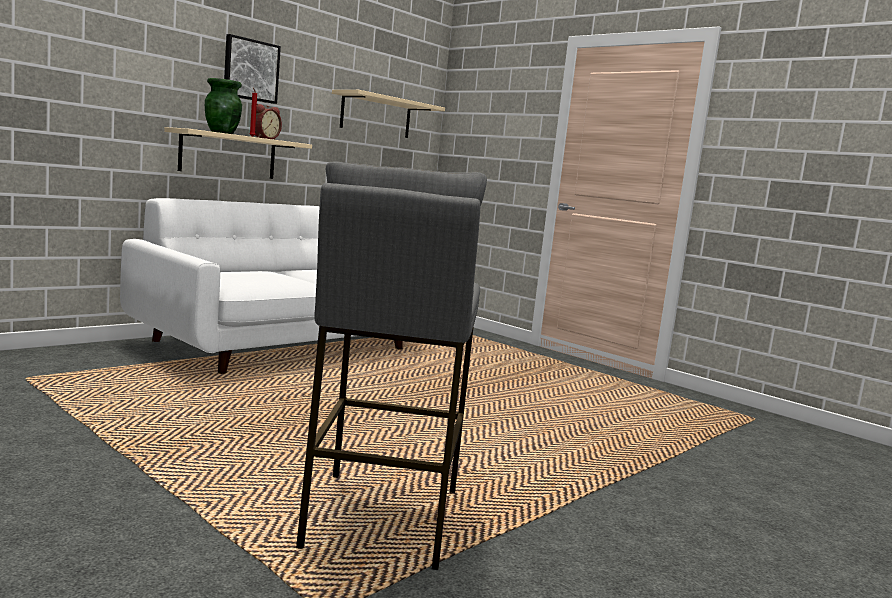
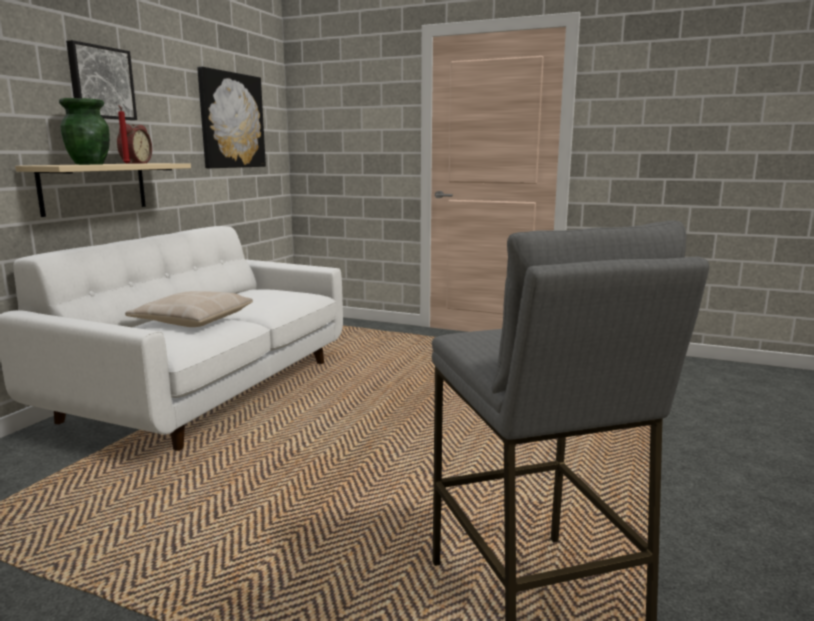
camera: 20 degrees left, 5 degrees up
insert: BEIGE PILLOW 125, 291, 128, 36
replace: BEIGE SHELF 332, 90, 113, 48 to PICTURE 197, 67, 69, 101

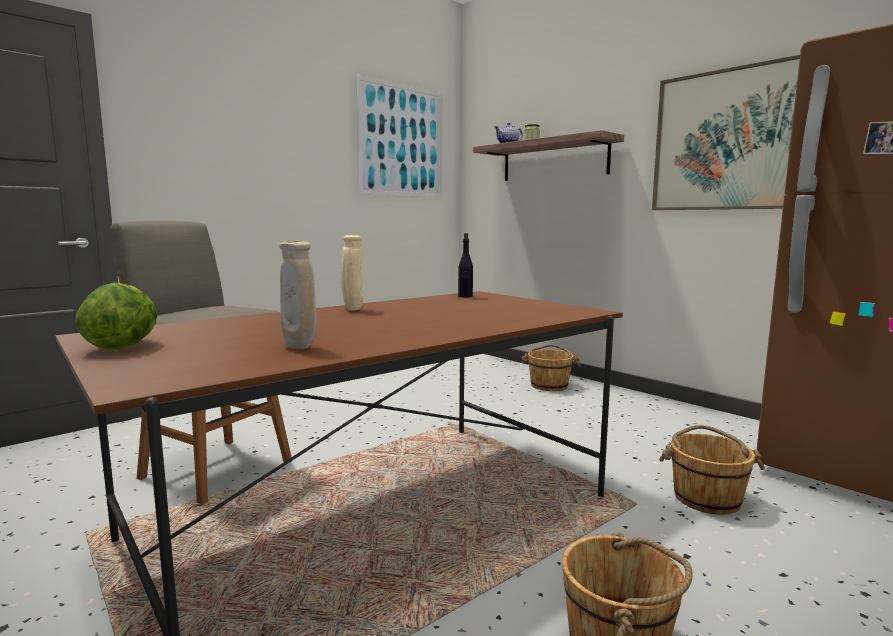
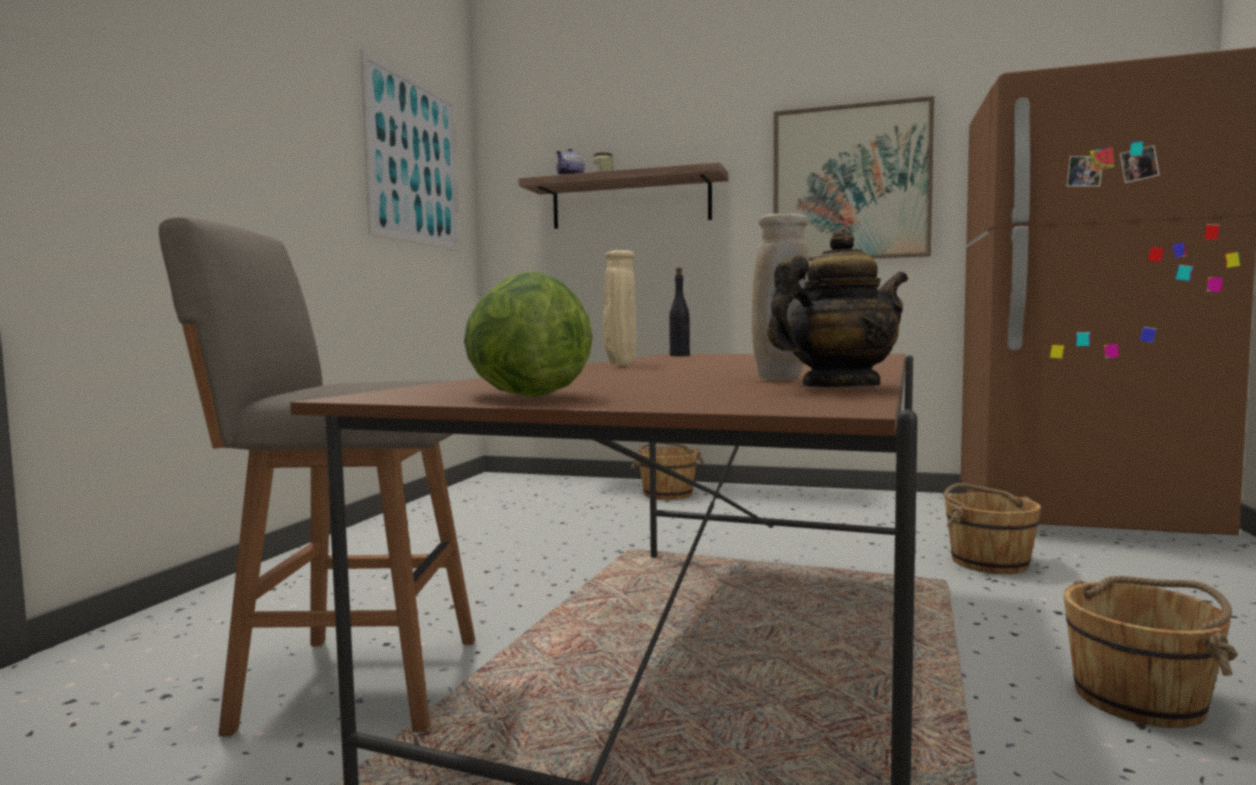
camera: 30 degrees left, 5 degrees down
insert: TEAPOT 767, 229, 141, 158

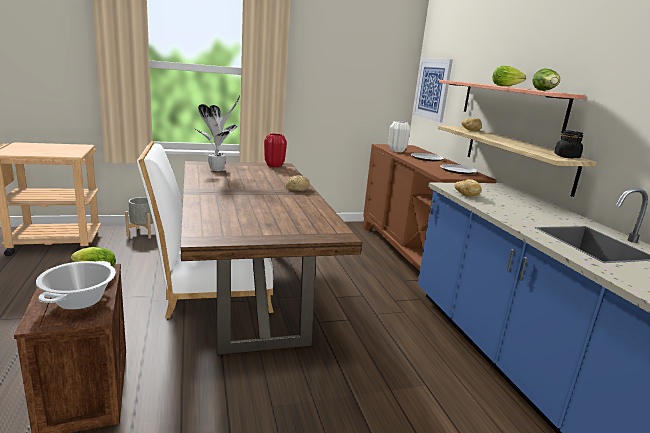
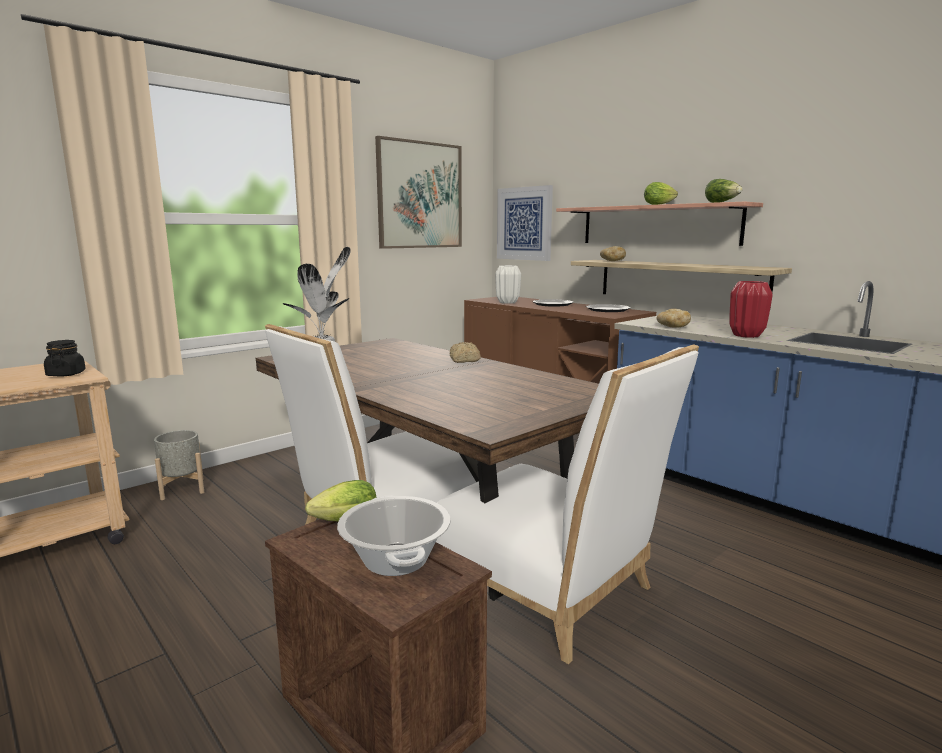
camera: 25 degrees left, 5 degrees down
insert: PICTURE 375, 136, 87, 113; WHITE CHAIR 436, 344, 263, 320
move: BLACK JAR 554, 130, 29, 28 to 44, 340, 42, 37; RED VASE 264, 133, 23, 34 to 729, 281, 44, 57

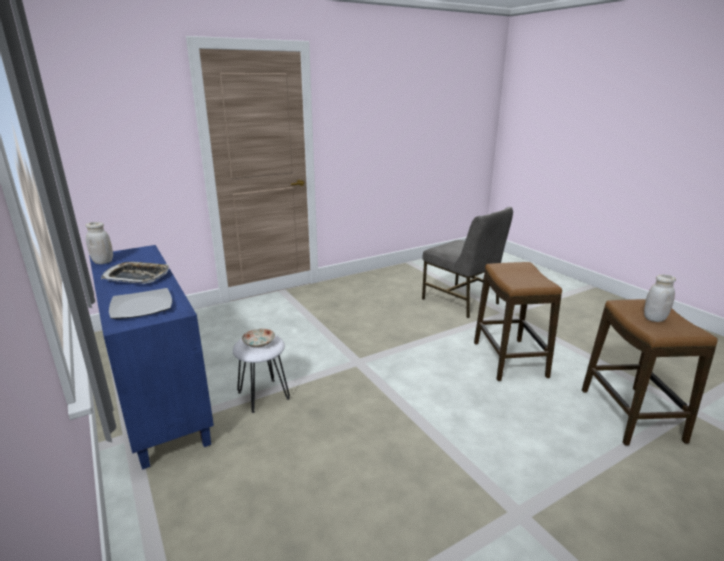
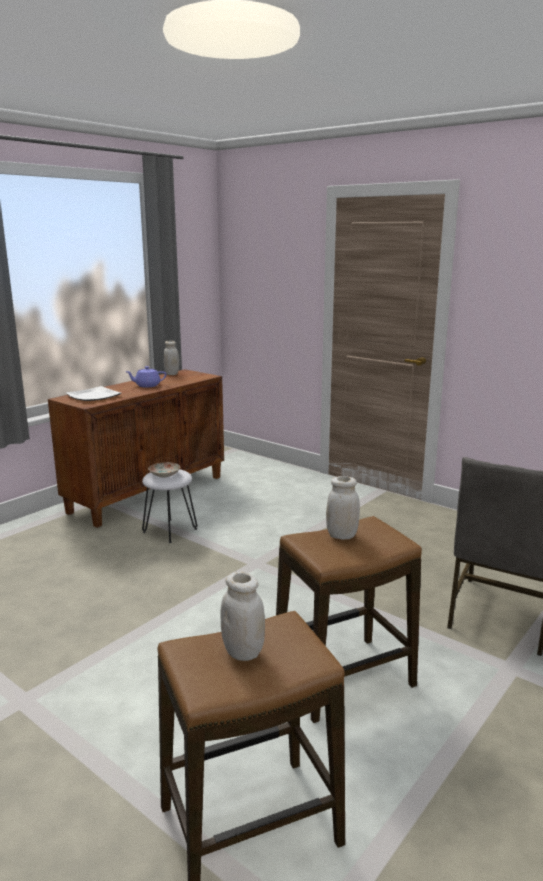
camera: 70 degrees right, 5 degrees down
insert: WHITE JAR 326, 476, 34, 64
replace: TRAY 101, 262, 68, 22 to PURPLE TEAPOT 125, 366, 42, 21
recolor: BLUE CABINET 89, 245, 125, 225 to BROWN CABINET 48, 369, 176, 159

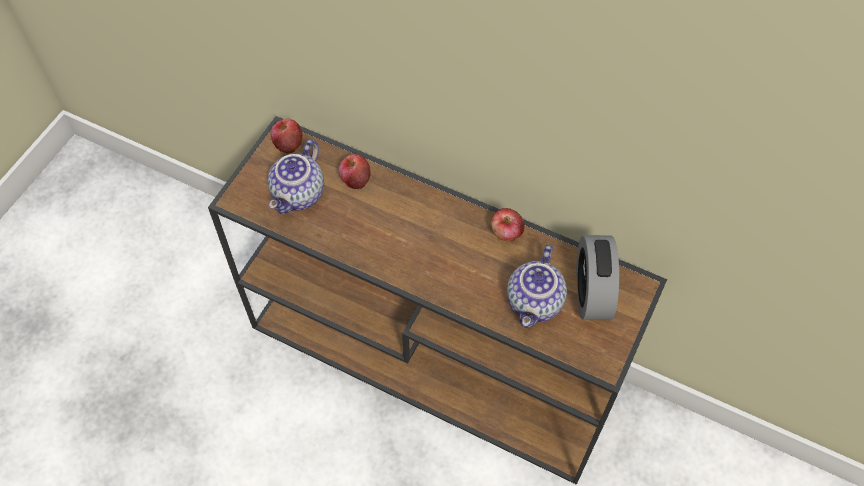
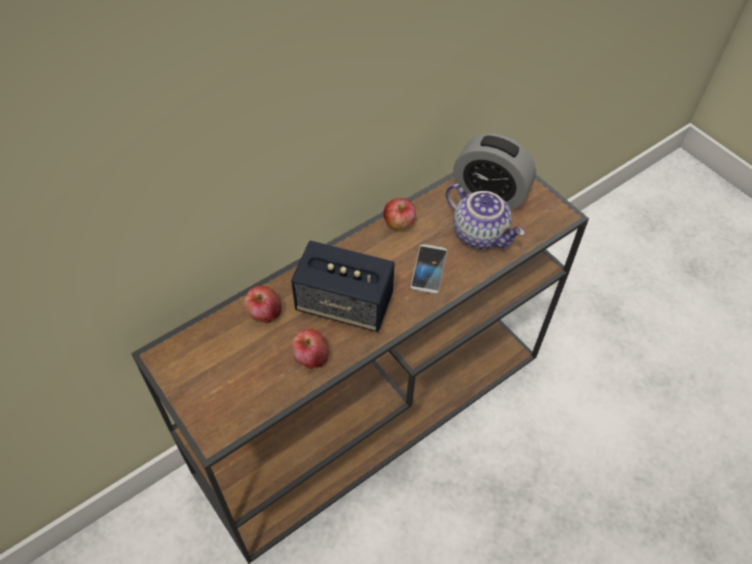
camera: 65 degrees left, 5 degrees down
delete: TEAPOT 268, 140, 56, 74
insert: SPEAKER 291, 241, 104, 91; PHONE 410, 244, 37, 50
move: APPLE 271, 119, 31, 35 to 291, 329, 38, 40

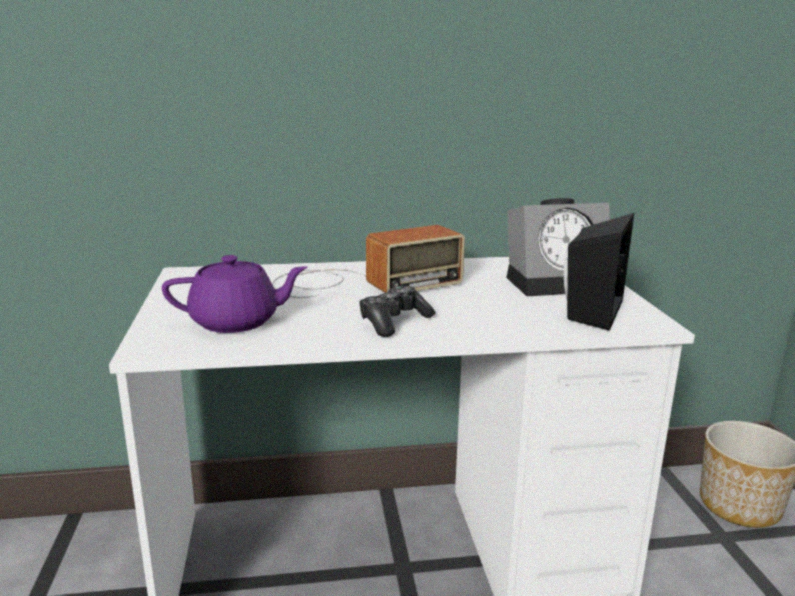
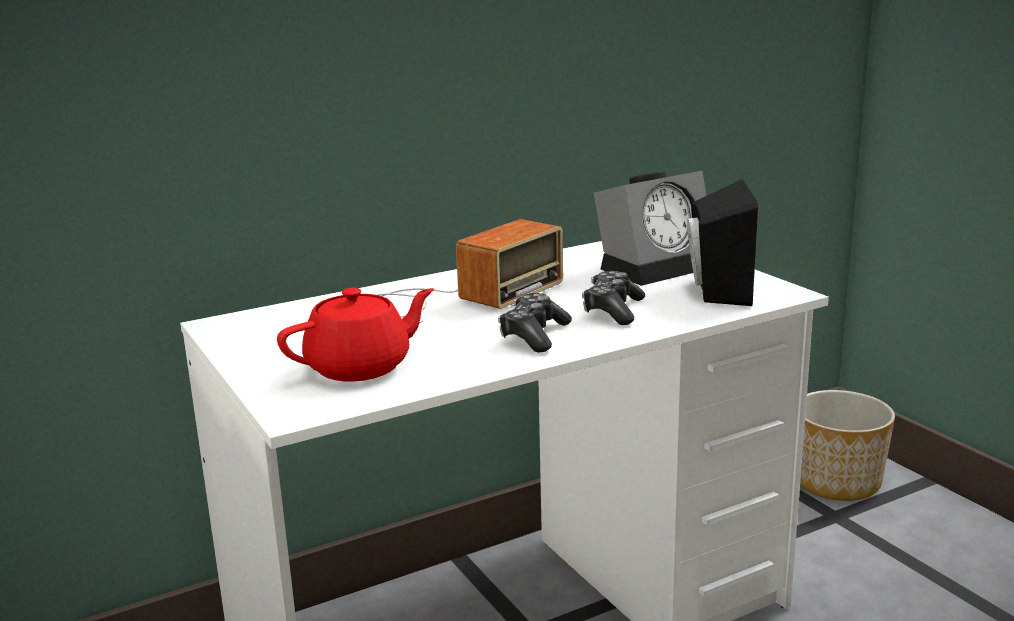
camera: 20 degrees left, 0 degrees up
insert: GAME CONTROLLER 582, 271, 63, 54
recolor: PURPLE TEAPOT 162, 255, 146, 78 to RED TEAPOT 277, 288, 157, 94

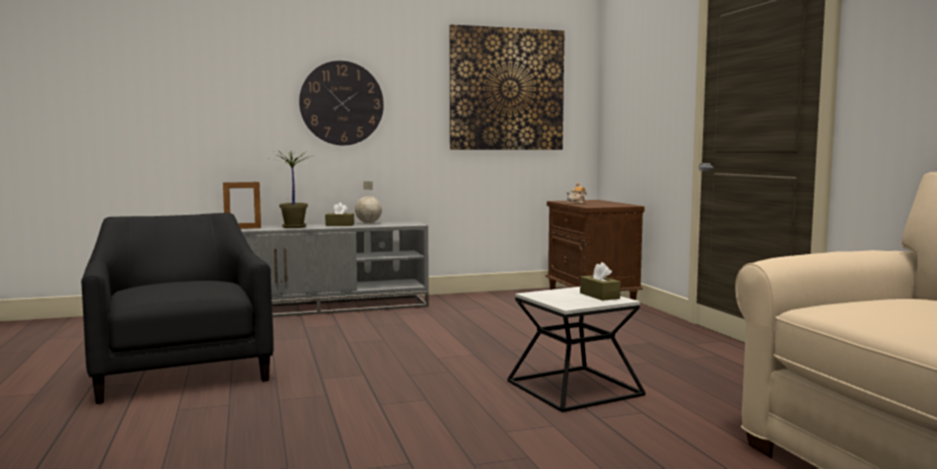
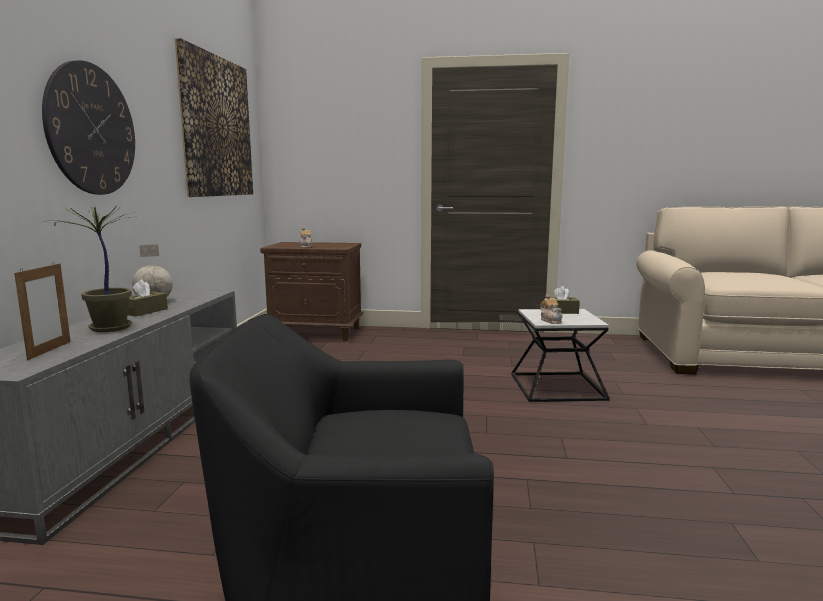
camera: 65 degrees left, 5 degrees up
insert: TEAPOT 540, 294, 23, 30

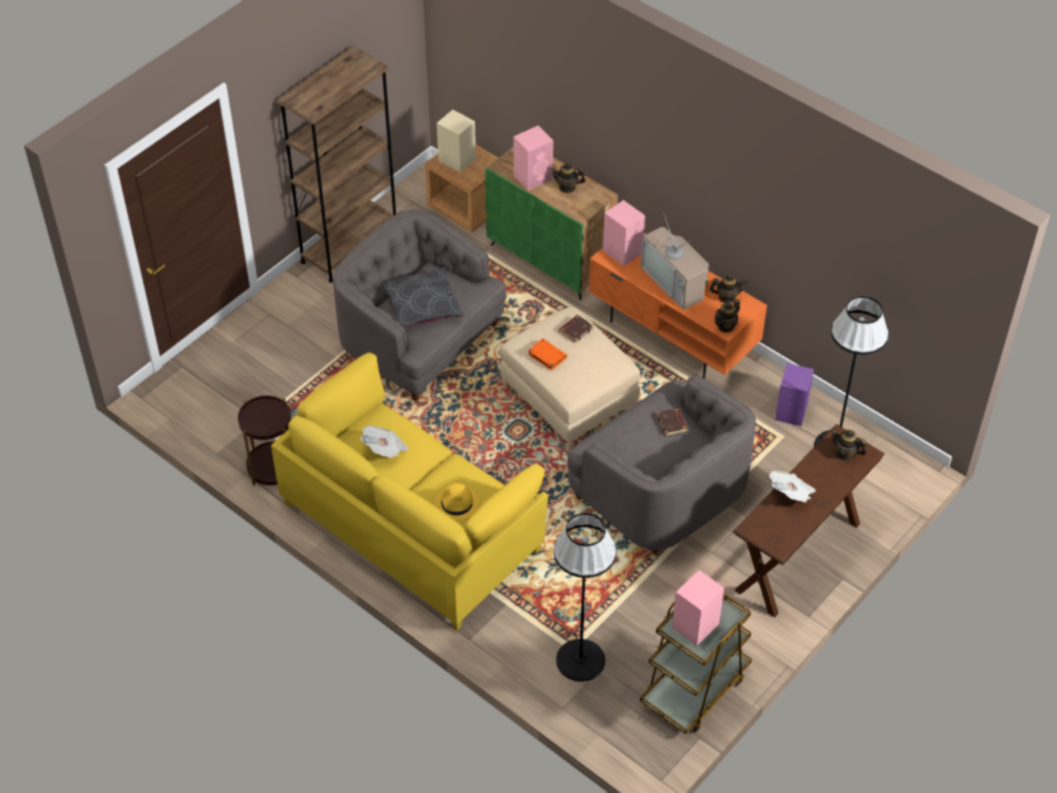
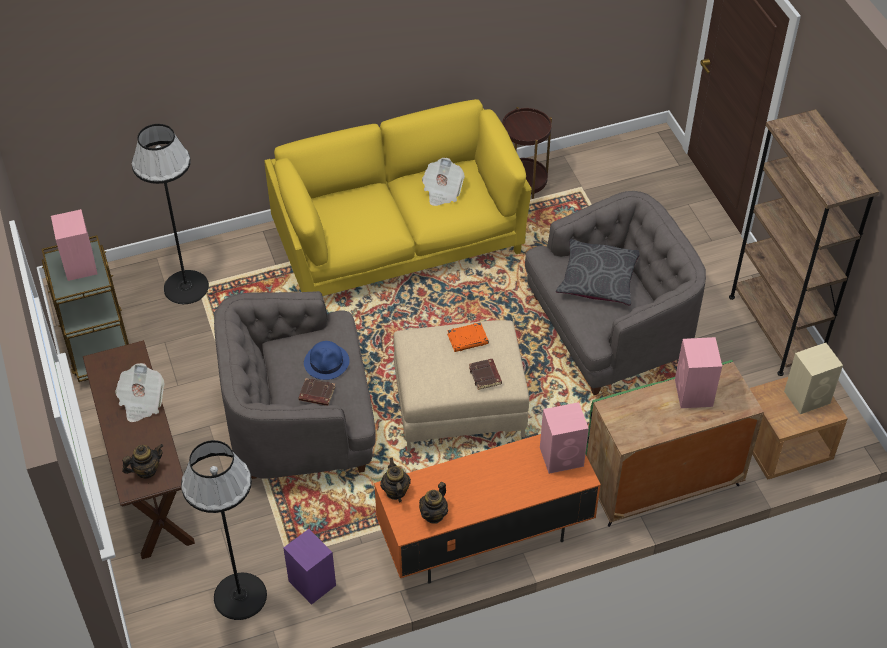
camera: 120 degrees right, 0 degrees up
delete: TEAPOT 550, 163, 36, 30; TELEVISION 641, 212, 68, 98; YELLOW HAT 435, 483, 44, 38
insert: BLUE HAT 304, 341, 46, 39

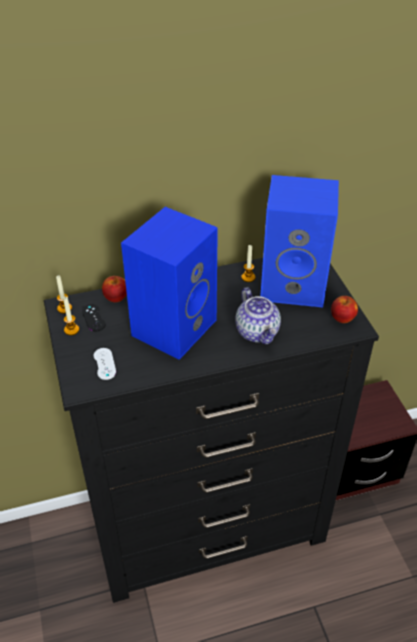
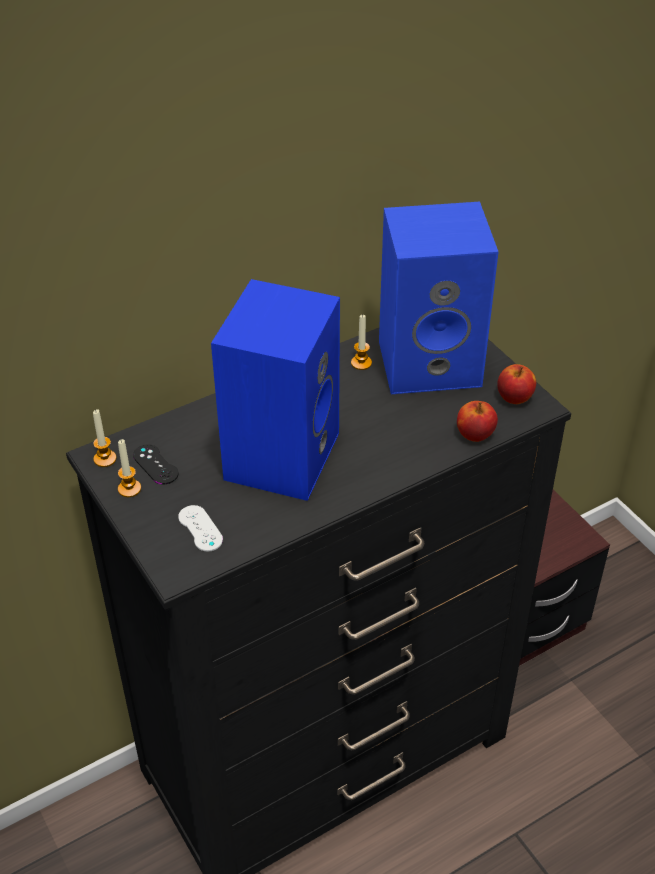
camera: 15 degrees left, 0 degrees up
delete: TEAPOT 235, 287, 46, 58
move: APPLE 102, 276, 25, 26 to 457, 401, 41, 41

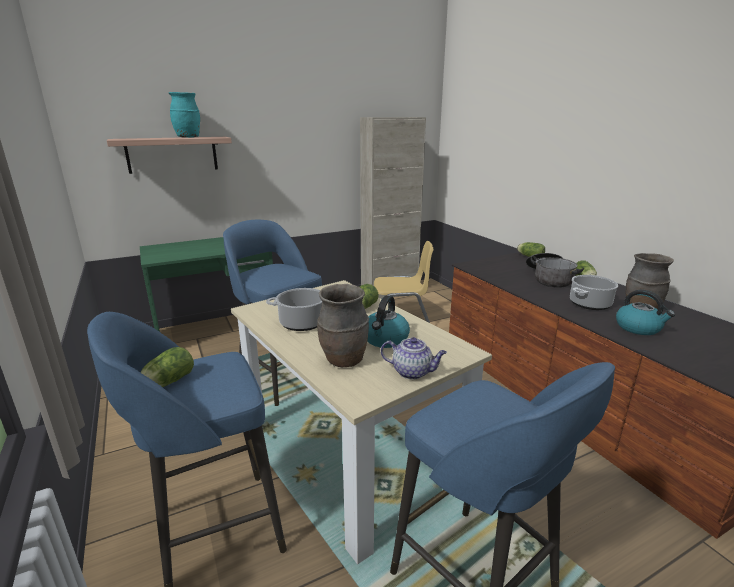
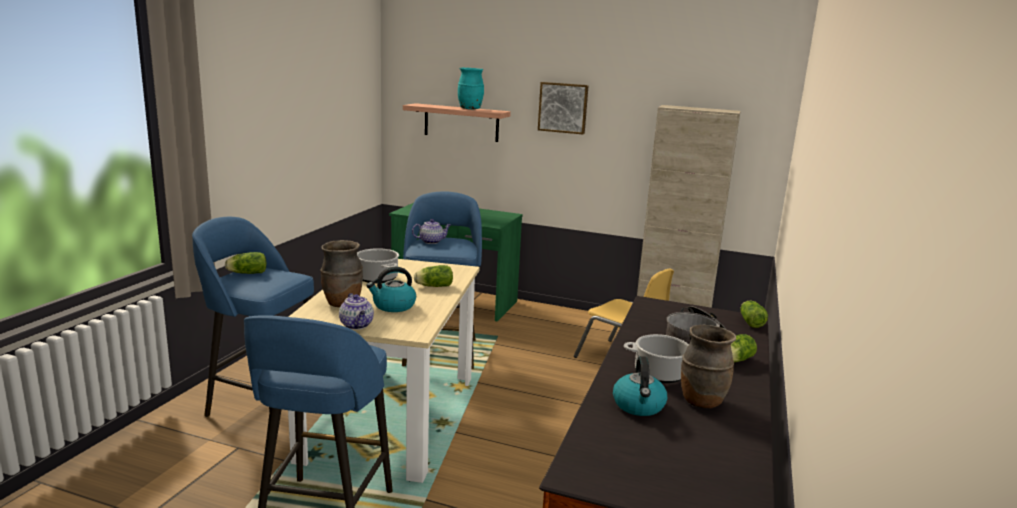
camera: 45 degrees right, 5 degrees down
insert: PICTURE 538, 82, 51, 52; TEAPOT 412, 219, 39, 25

